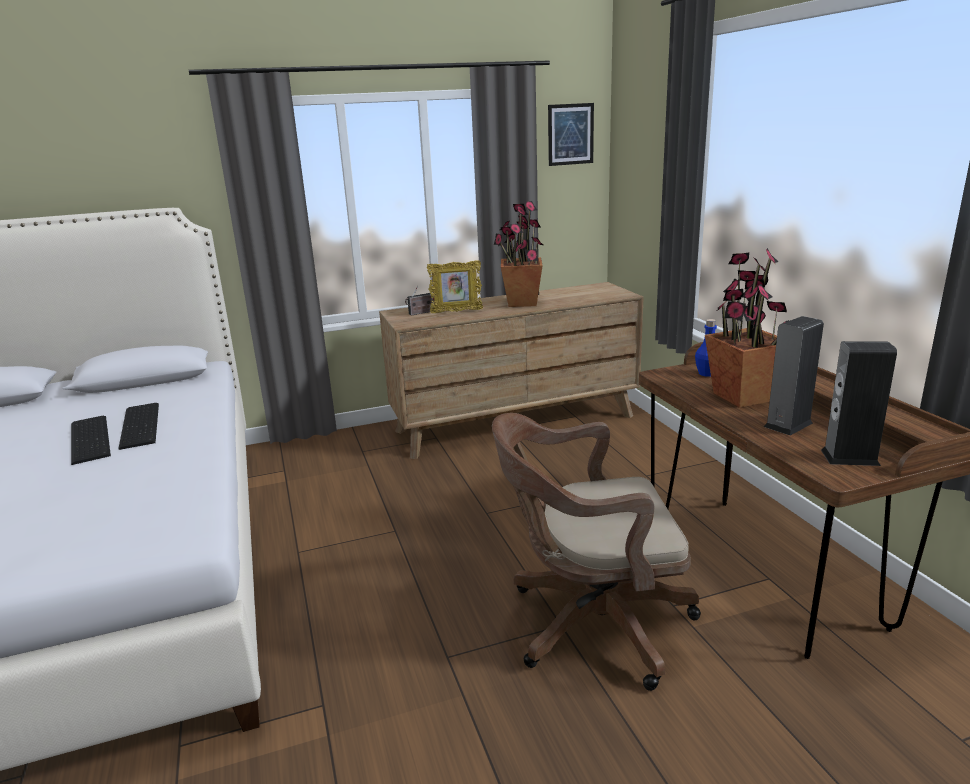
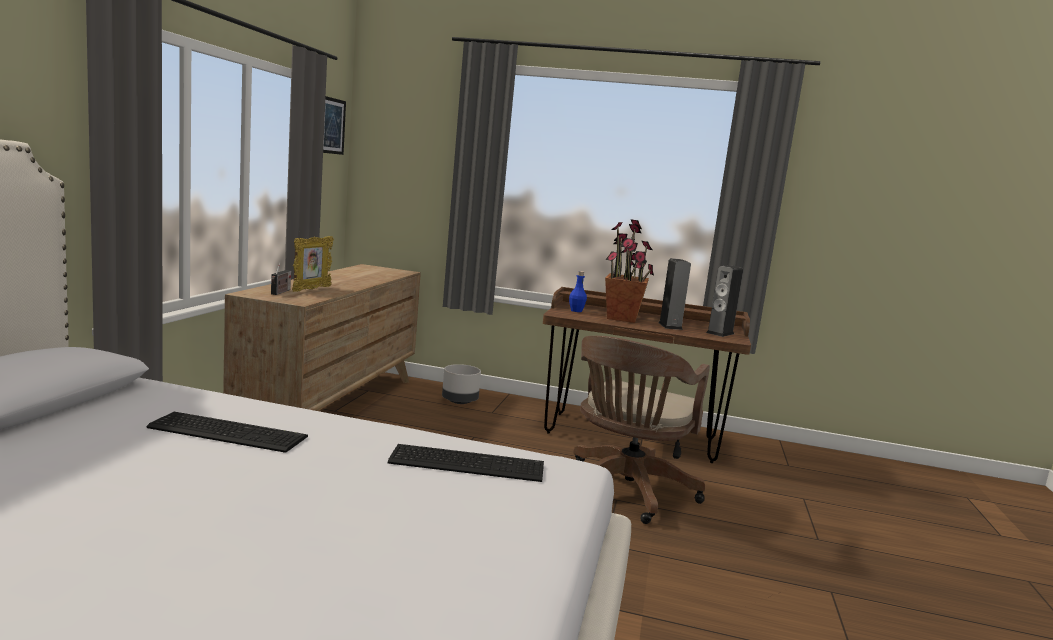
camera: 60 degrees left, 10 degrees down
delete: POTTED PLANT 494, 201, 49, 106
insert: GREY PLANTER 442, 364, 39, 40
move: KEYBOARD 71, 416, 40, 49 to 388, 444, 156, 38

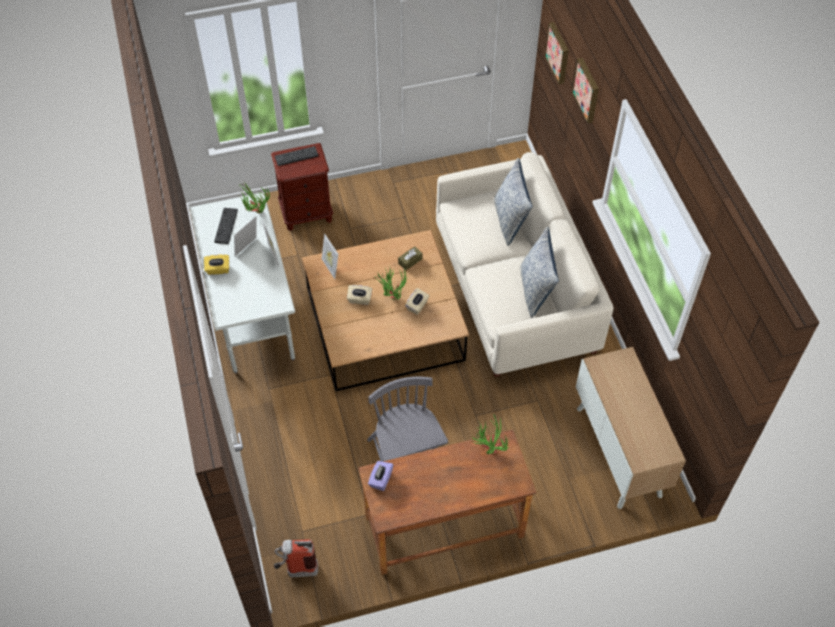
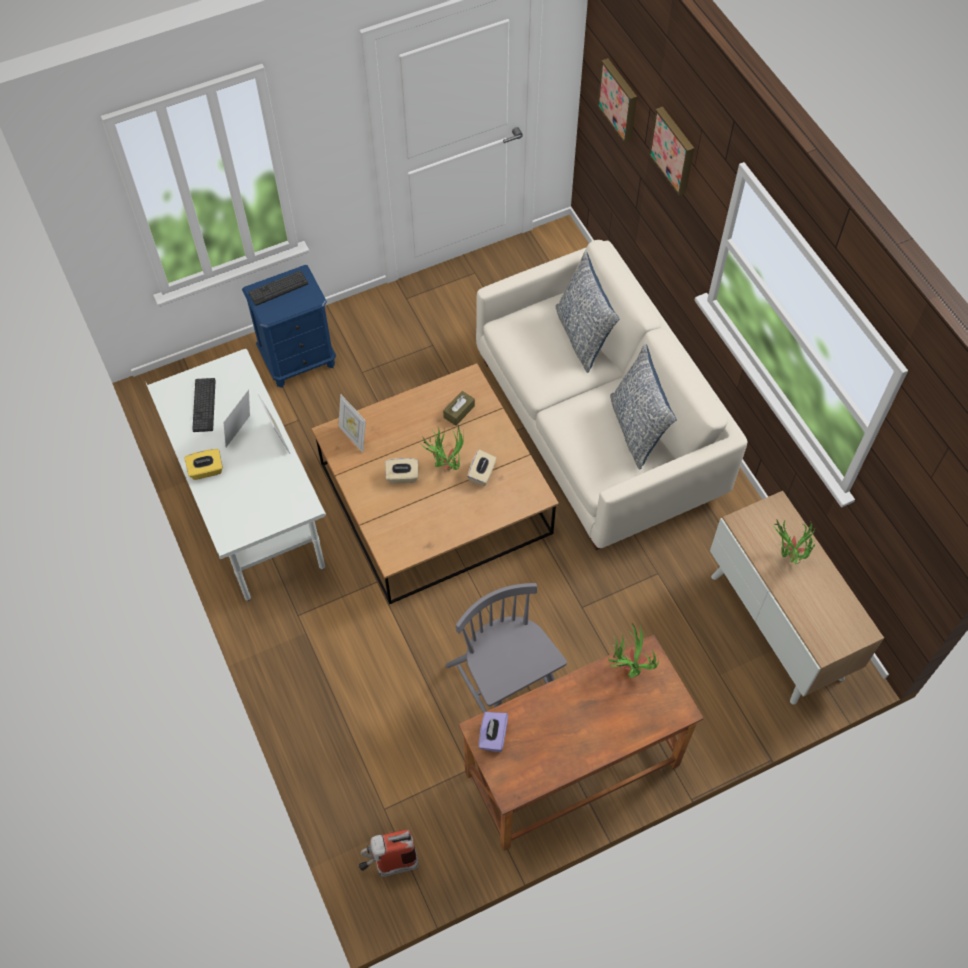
camera: 10 degrees left, 5 degrees up
move: POTTED PLANT 239, 182, 31, 31 to 773, 520, 42, 44
recolor: BROWN NIGHTSTAND 271, 143, 62, 88 to BLUE NIGHTSTAND 242, 265, 94, 123

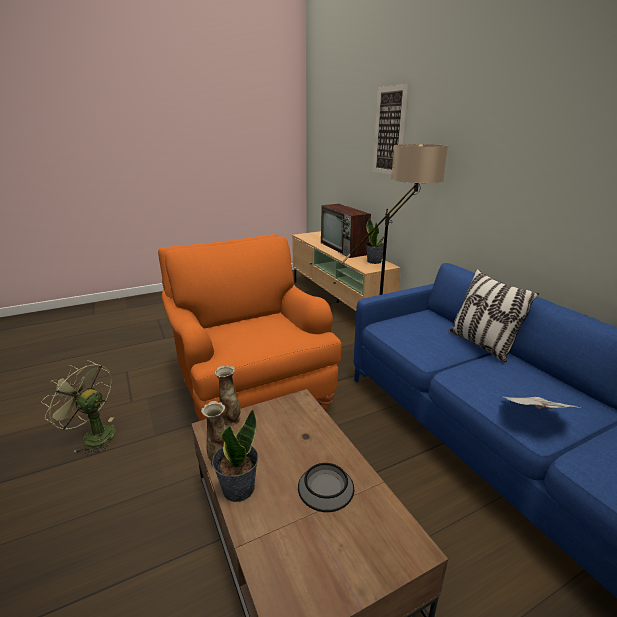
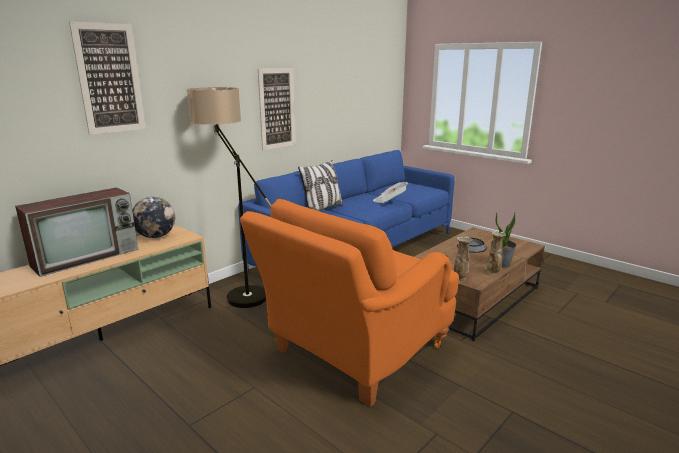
camera: 110 degrees left, 5 degrees down
delete: GREEN FAN 41, 360, 75, 95
insert: PICTURE 258, 68, 37, 82
replace: POTTED PLANT 366, 218, 18, 46 to GLOBE 132, 197, 43, 41

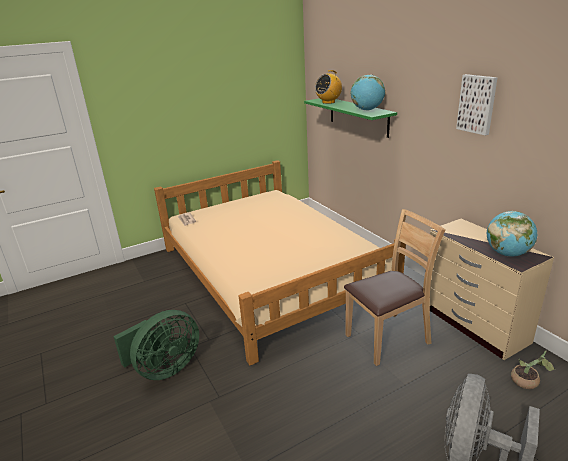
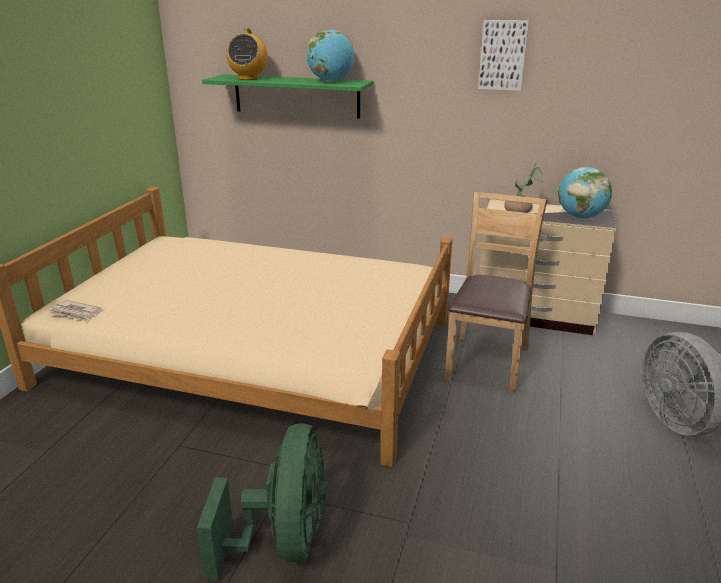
camera: 45 degrees left, 0 degrees up
move: POTTED PLANT 511, 350, 44, 39 to 504, 162, 39, 51

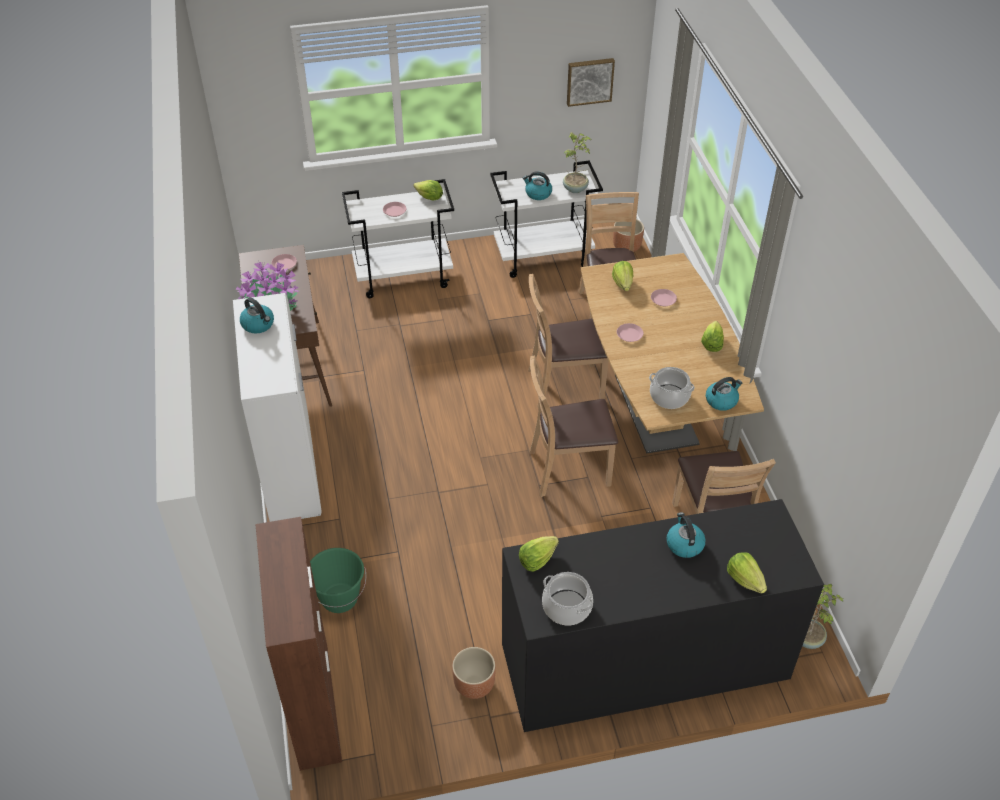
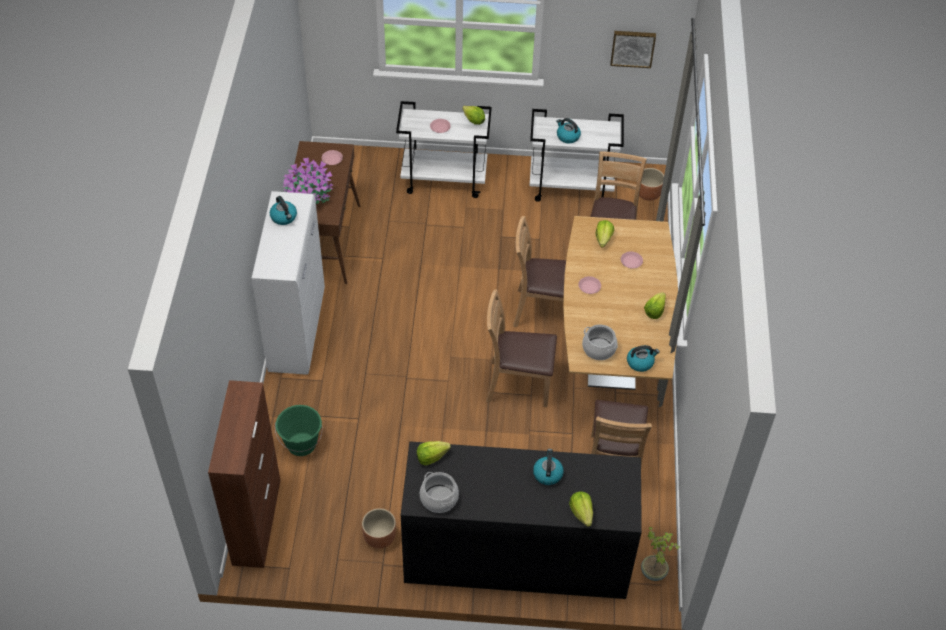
camera: 15 degrees right, 5 degrees up
delete: POTTED PLANT 563, 132, 29, 61

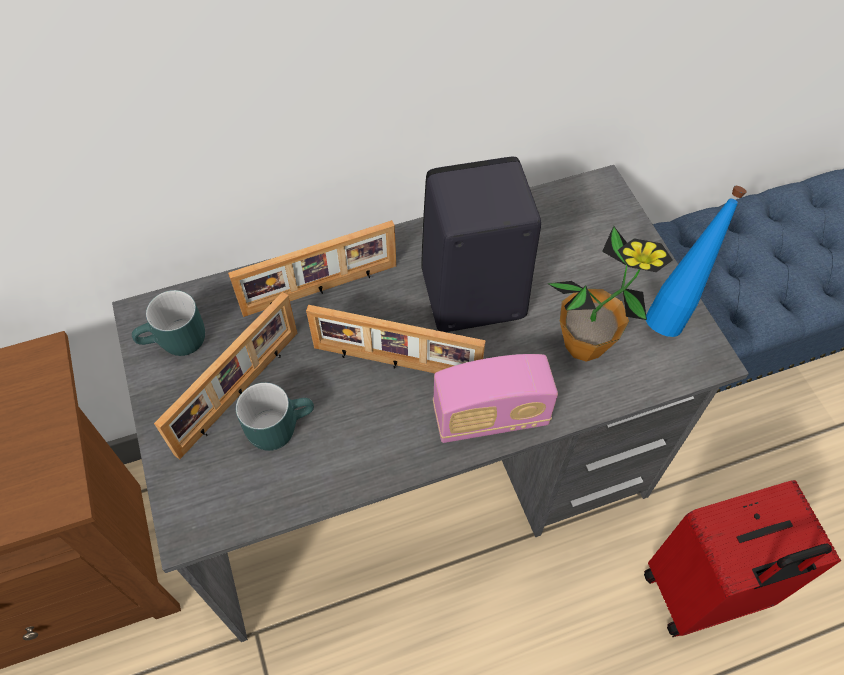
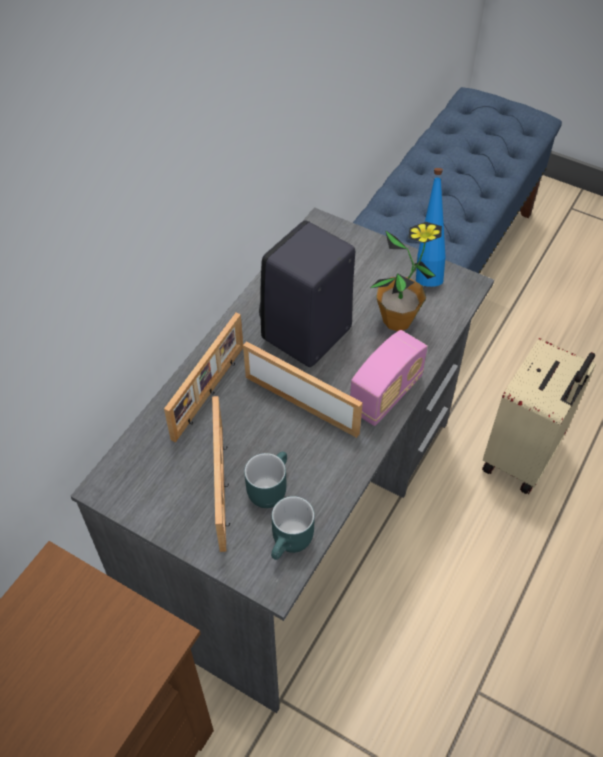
camera: 40 degrees left, 5 degrees down
move: TURQUOISE MUG 132, 290, 73, 66 to 271, 496, 44, 64
recolor: RED SUITCASE 644, 480, 197, 157 to BEIGE SUITCASE 482, 338, 114, 156
rotate: PICTURE FRAME 306, 305, 180, 68 = 243, 341, 120, 97 120 degrees counterclockwise

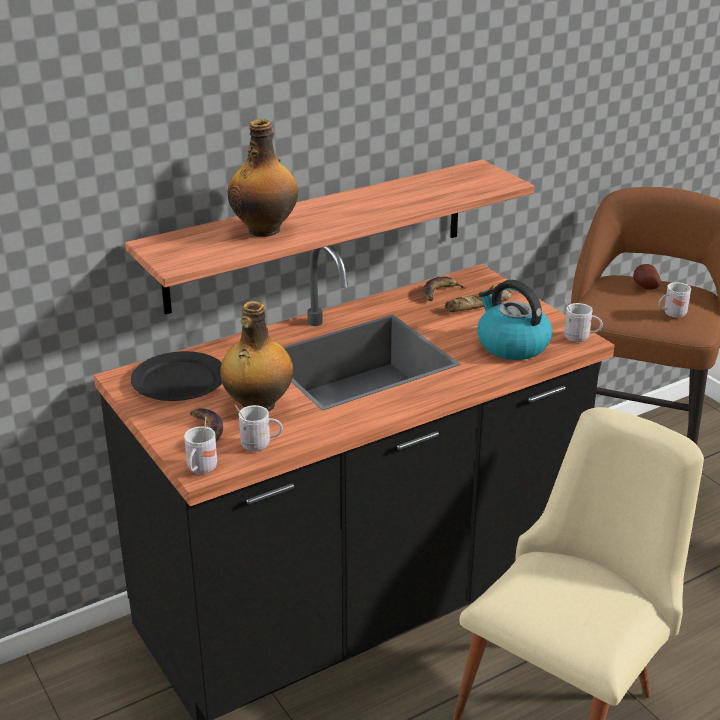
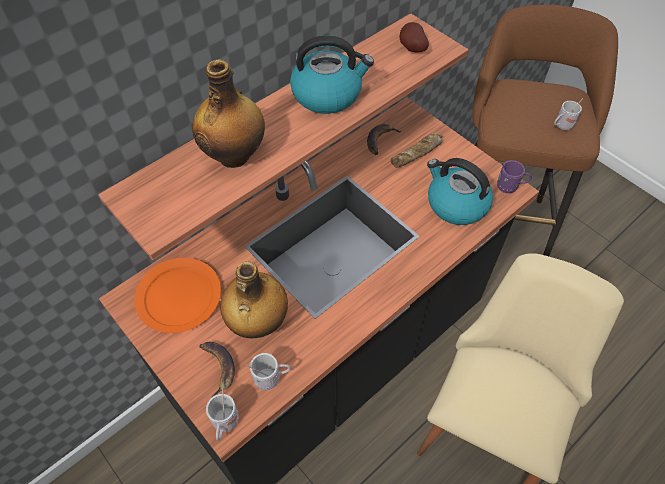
camera: 10 degrees left, 25 degrees up
insert: KETTLE 290, 35, 84, 79
move: POTATO 633, 264, 28, 26 to 400, 22, 29, 31
recolor: WHITE MUG 564, 299, 39, 43 to PURPLE MUG 497, 160, 35, 33; BLACK PLATE 131, 351, 91, 50 to ORANGE PLATE 134, 258, 87, 75

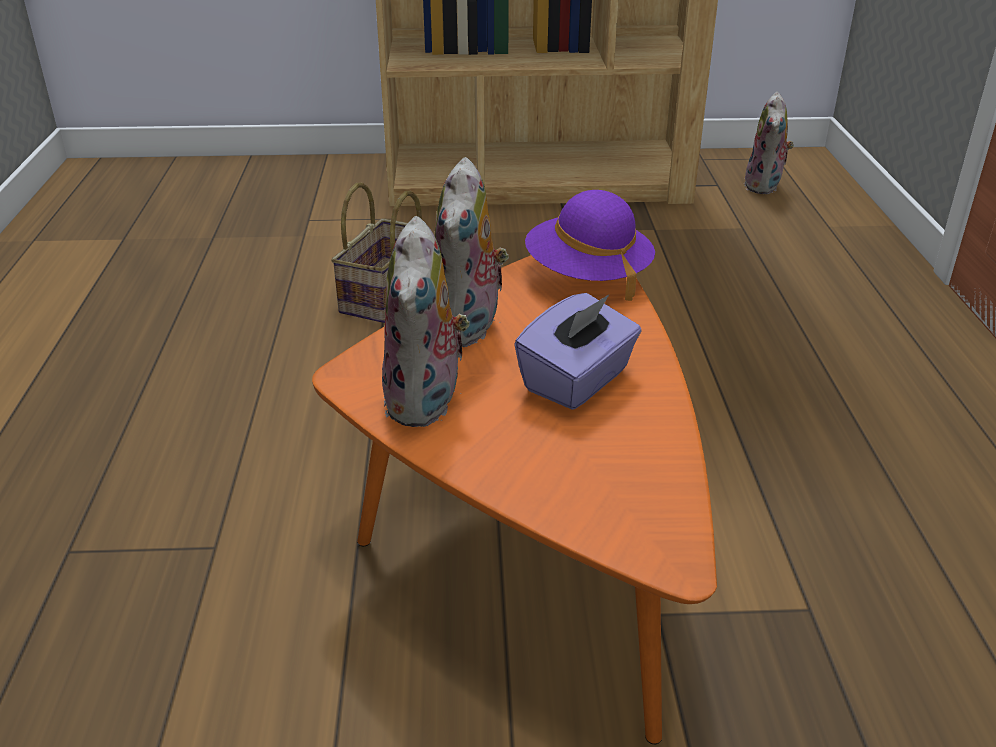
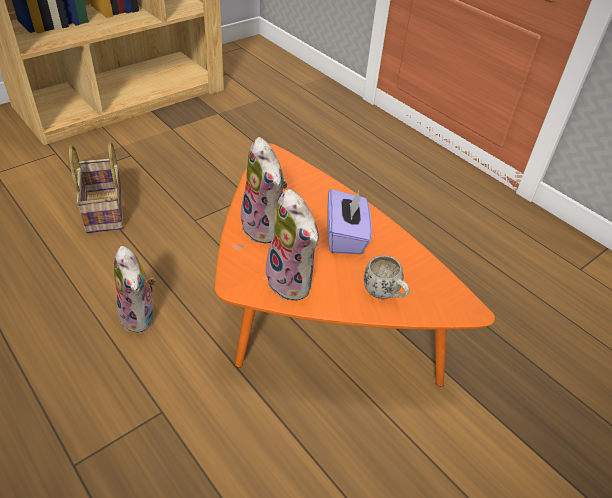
camera: 40 degrees left, 10 degrees up
delete: PURPLE HAT 525, 190, 130, 111
insert: WHITE MUG 364, 255, 46, 44
move: PLUSH TOY 745, 92, 49, 102 to 114, 246, 42, 87

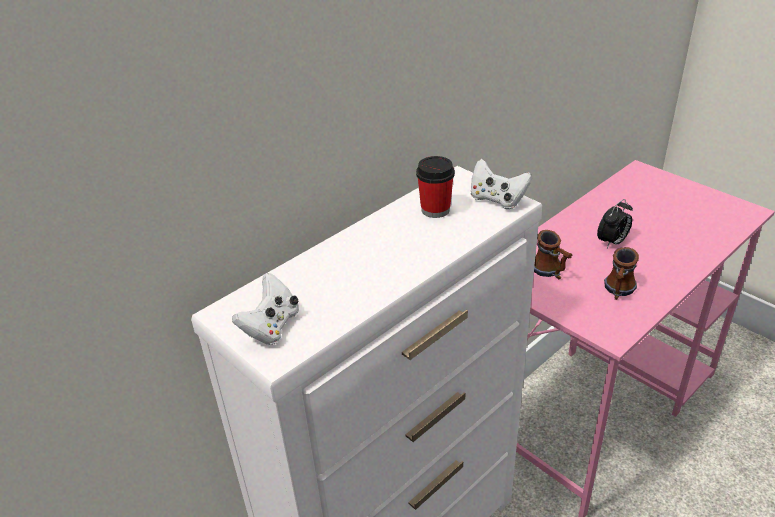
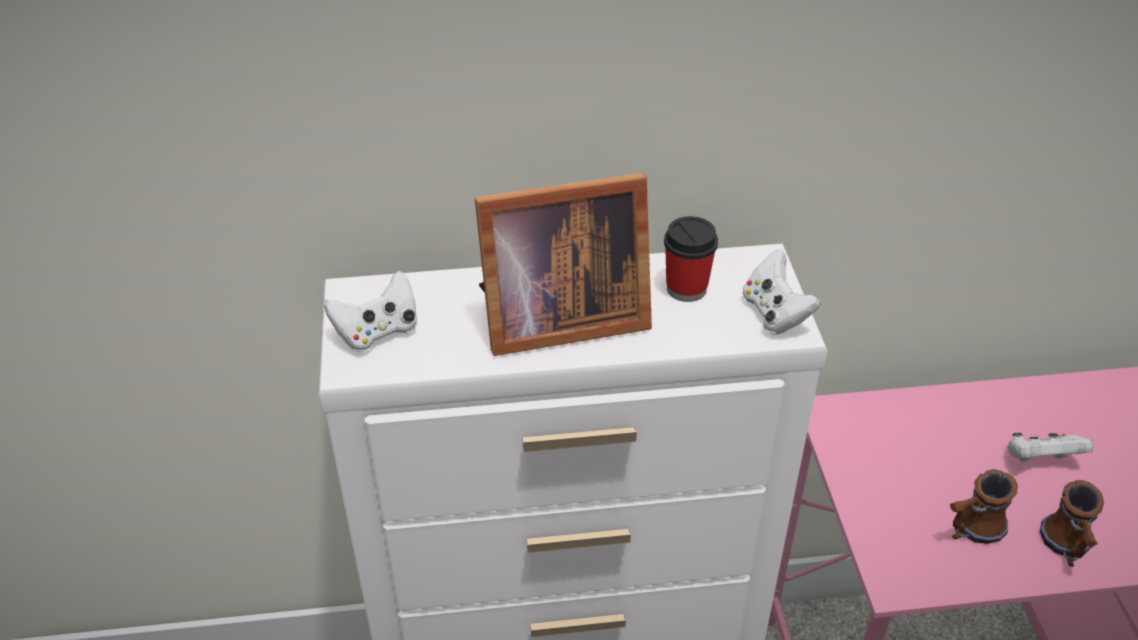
camera: 35 degrees right, 5 degrees up
insert: PICTURE FRAME 475, 173, 177, 183
move: MUG 534, 230, 38, 49 to 1040, 480, 64, 87
replace: ALARM CLOCK 597, 199, 36, 49 to WHITE GAME CONTROLLER 1007, 433, 86, 29

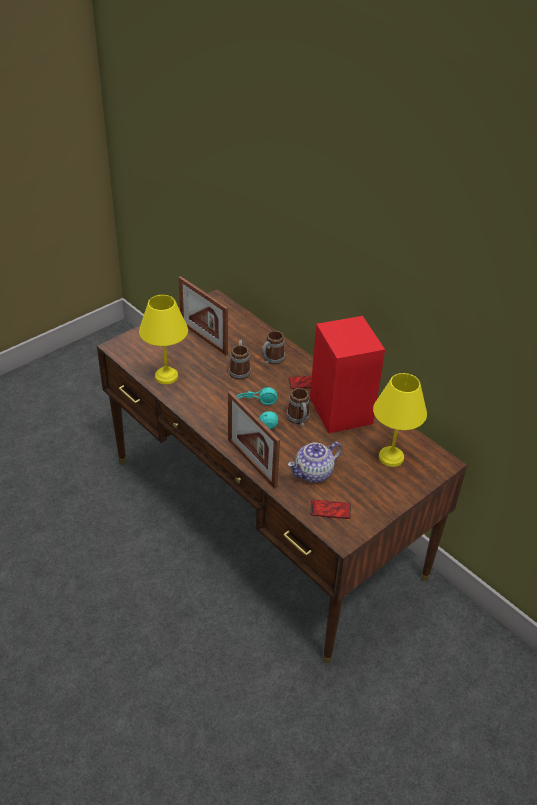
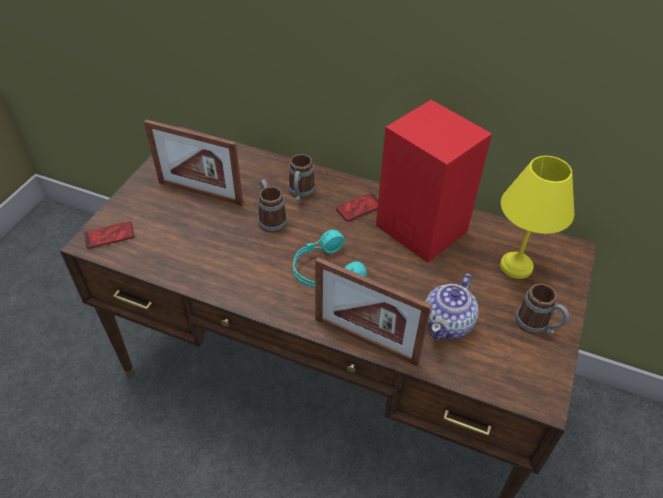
camera: 25 degrees left, 5 degrees up
delete: YELLOW TABLE LAMP 139, 295, 49, 89
move: MUG 287, 388, 23, 38 to 515, 283, 54, 52; PHONE 310, 500, 41, 19 to 84, 221, 50, 28

